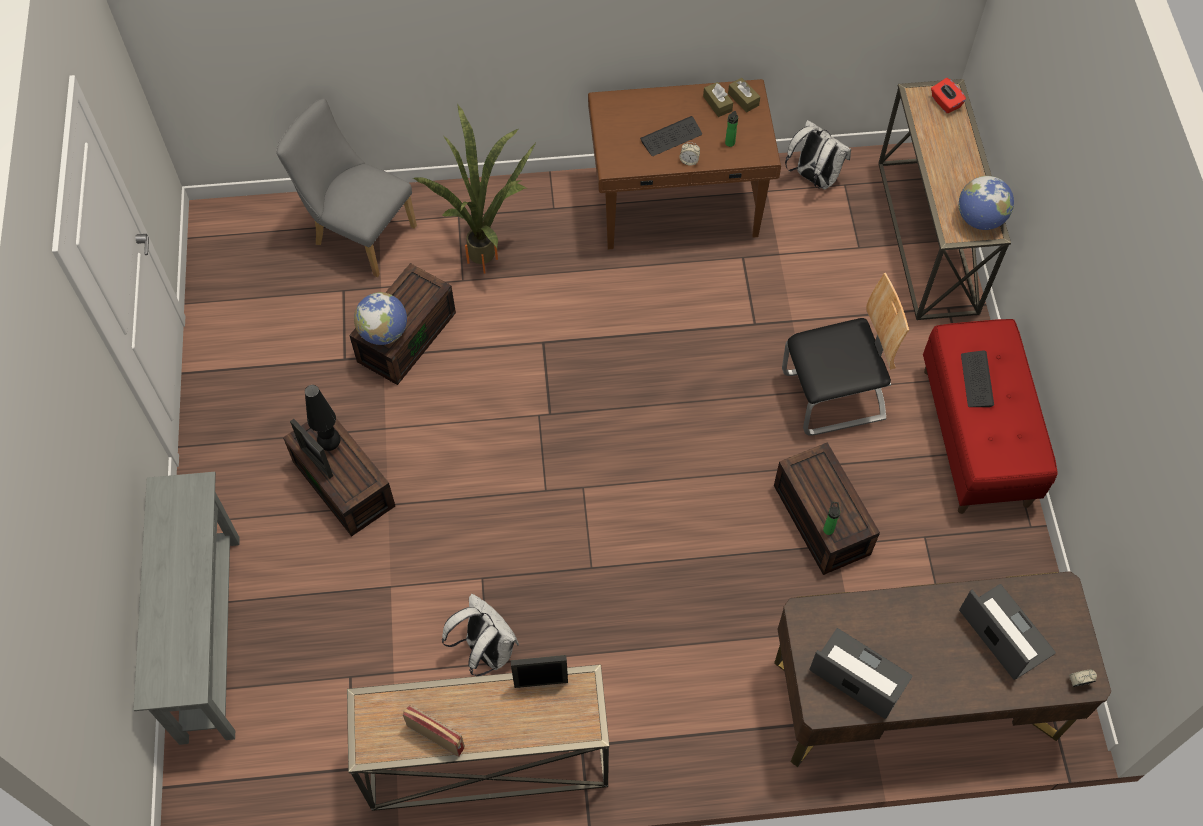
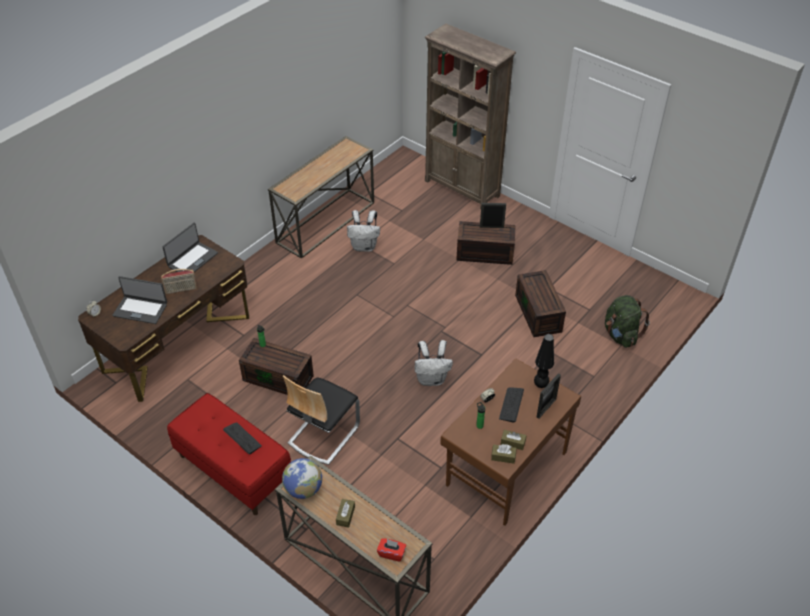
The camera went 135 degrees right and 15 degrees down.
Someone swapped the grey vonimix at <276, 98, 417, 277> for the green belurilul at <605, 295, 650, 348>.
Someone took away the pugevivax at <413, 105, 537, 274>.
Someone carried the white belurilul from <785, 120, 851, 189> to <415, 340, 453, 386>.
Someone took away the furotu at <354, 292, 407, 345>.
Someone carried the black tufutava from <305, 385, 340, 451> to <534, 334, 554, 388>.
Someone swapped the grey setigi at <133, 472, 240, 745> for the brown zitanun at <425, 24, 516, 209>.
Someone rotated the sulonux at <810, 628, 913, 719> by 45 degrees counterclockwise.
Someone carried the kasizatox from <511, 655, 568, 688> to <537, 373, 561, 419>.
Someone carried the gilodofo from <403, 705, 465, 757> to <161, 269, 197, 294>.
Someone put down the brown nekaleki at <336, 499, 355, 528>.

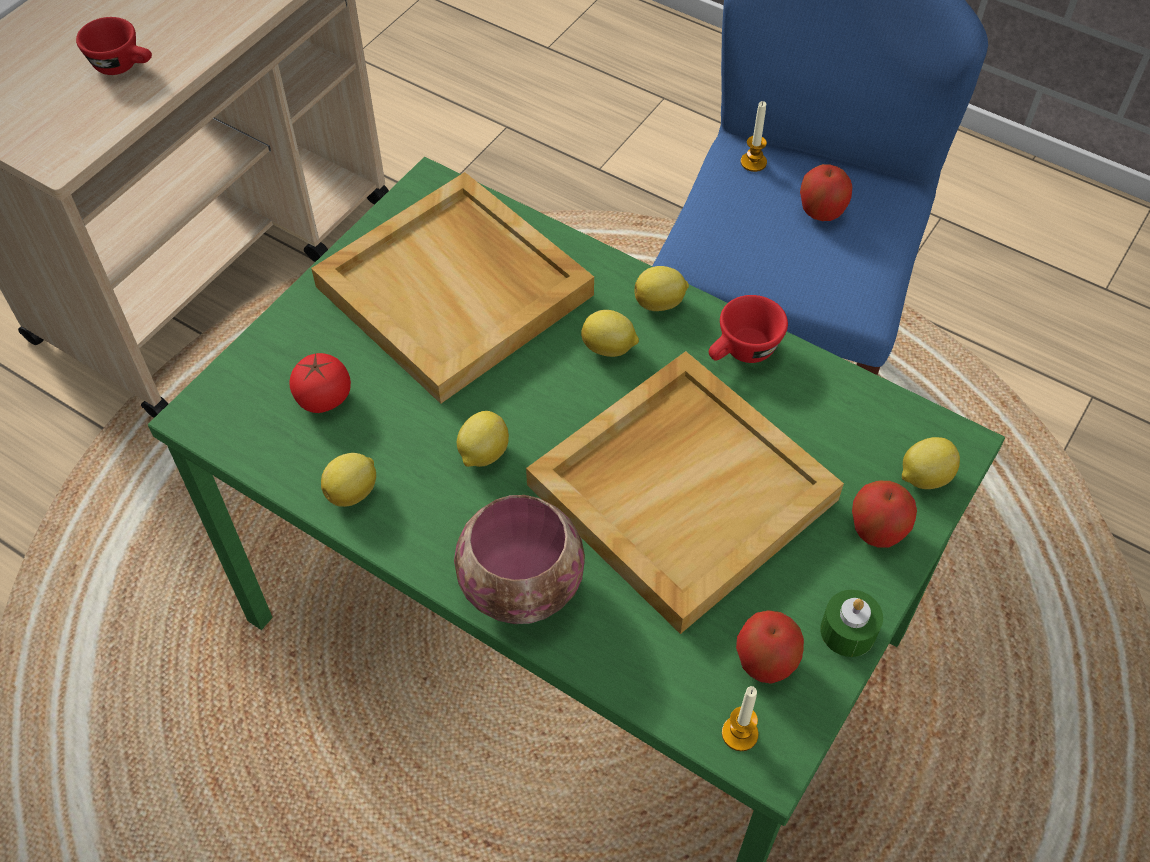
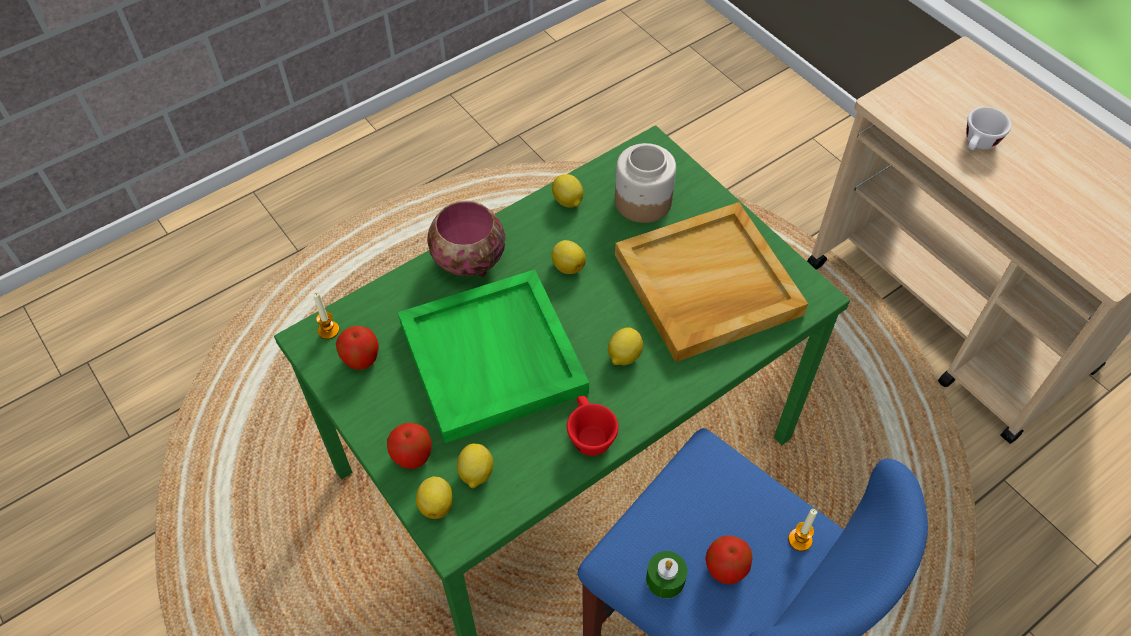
The camera went 110 degrees right and 0 degrees up.
Someone repainted the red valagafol at <76, 17, 152, 75>, which became the white valagafol at <966, 107, 1011, 150>.
Someone carried the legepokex from <635, 266, 689, 311> to <457, 443, 493, 488>.
Someone repainted the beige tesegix at <526, 351, 844, 634>, which became the green tesegix at <398, 269, 589, 443>.
Someone swapped the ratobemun at <290, 353, 351, 413> for the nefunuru at <615, 143, 676, 223>.
Someone carried the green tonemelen from <820, 590, 883, 657> to <646, 551, 687, 598>.

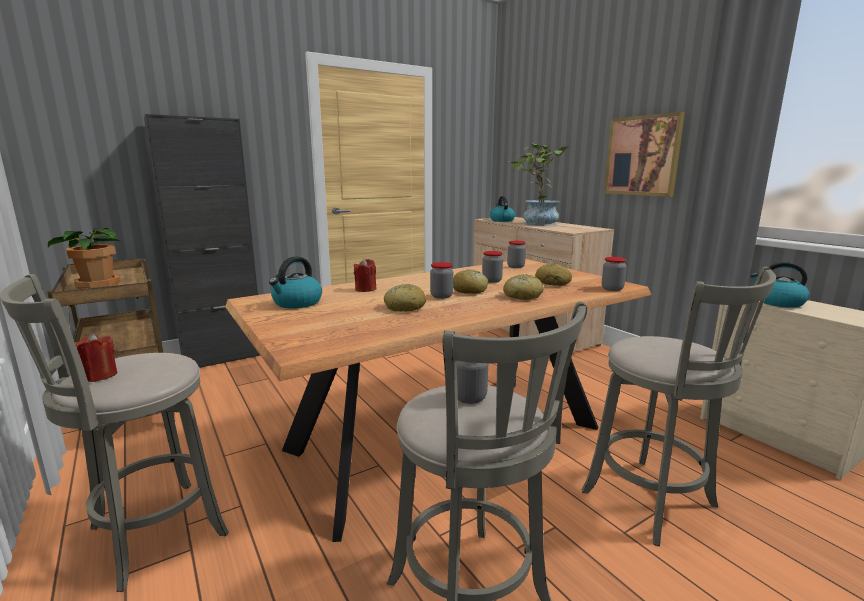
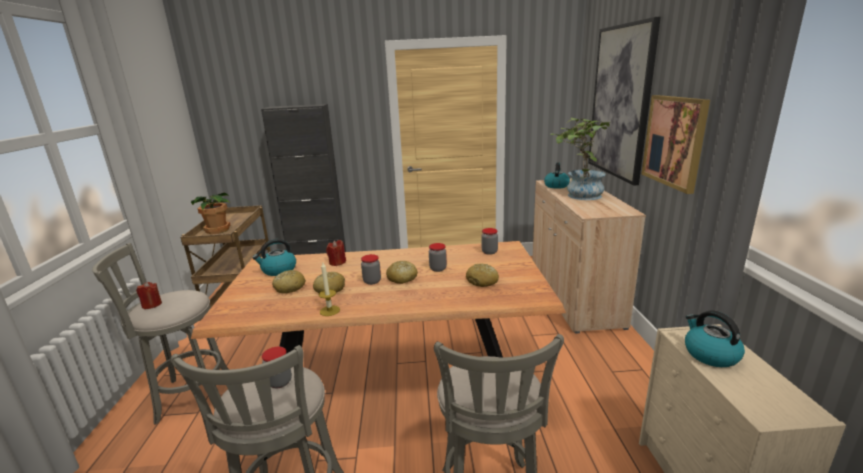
The camera went 30 degrees right and 5 degrees up.
Someone took away the nefunuru at <602, 257, 627, 291>.
Someone carried the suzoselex from <503, 274, 544, 300> to <272, 270, 306, 293>.
Someone put up the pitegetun at <588, 17, 661, 186>.
Someone put down the tonemelen at <319, 263, 340, 316>.

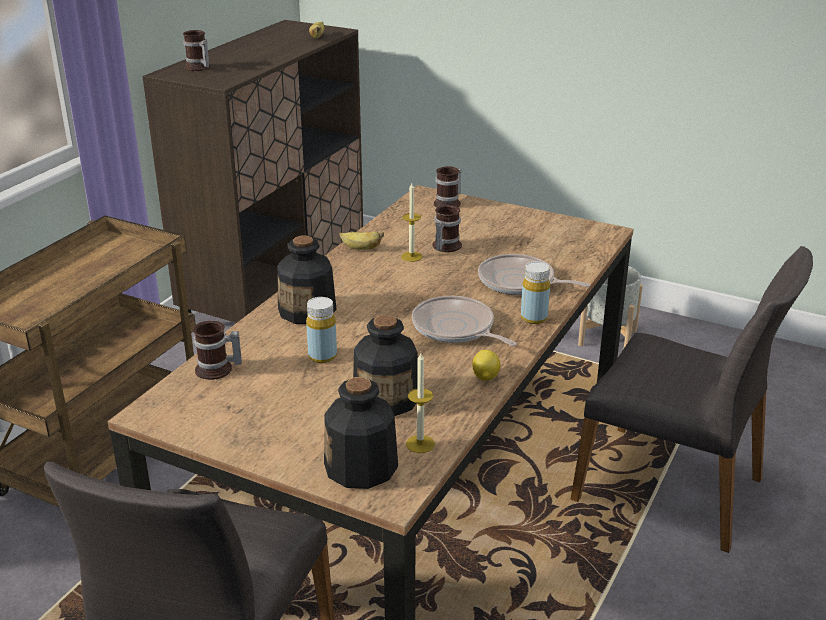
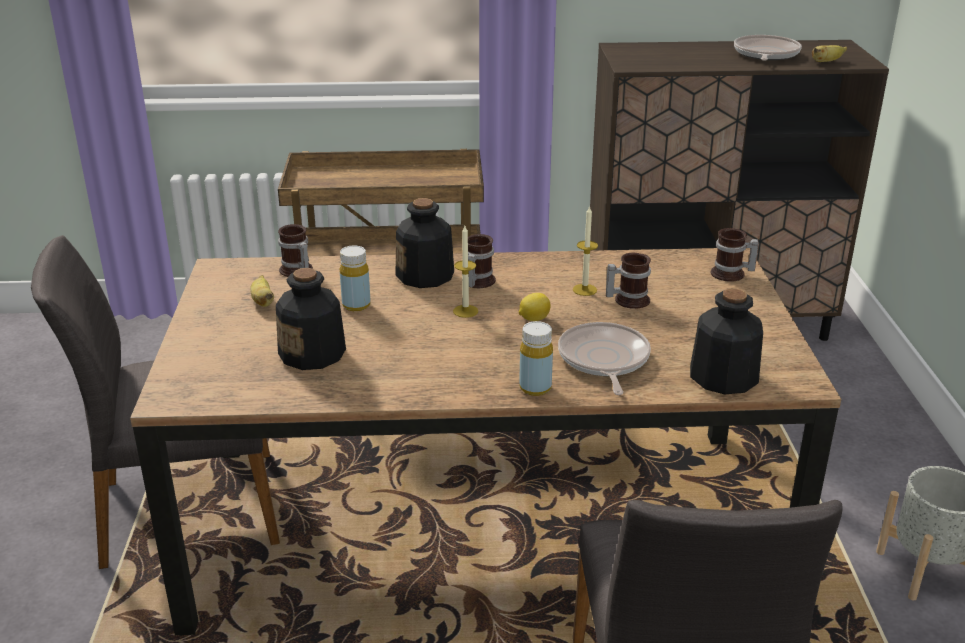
The camera went 60 degrees right and 0 degrees up.
Someone carried the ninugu from <183, 30, 211, 71> to <468, 234, 496, 288>.
Someone carried the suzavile from <340, 232, 384, 250> to <250, 275, 274, 307>.
Someone carried the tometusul from <412, 296, 517, 346> to <734, 35, 802, 60>.
Someone carried the legepokex from <472, 350, 500, 381> to <519, 293, 551, 321>.
Someone carried the tonemelen from <406, 353, 435, 453> to <453, 226, 478, 318>.
Someone carried the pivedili from <324, 377, 398, 489> to <690, 288, 763, 394>.

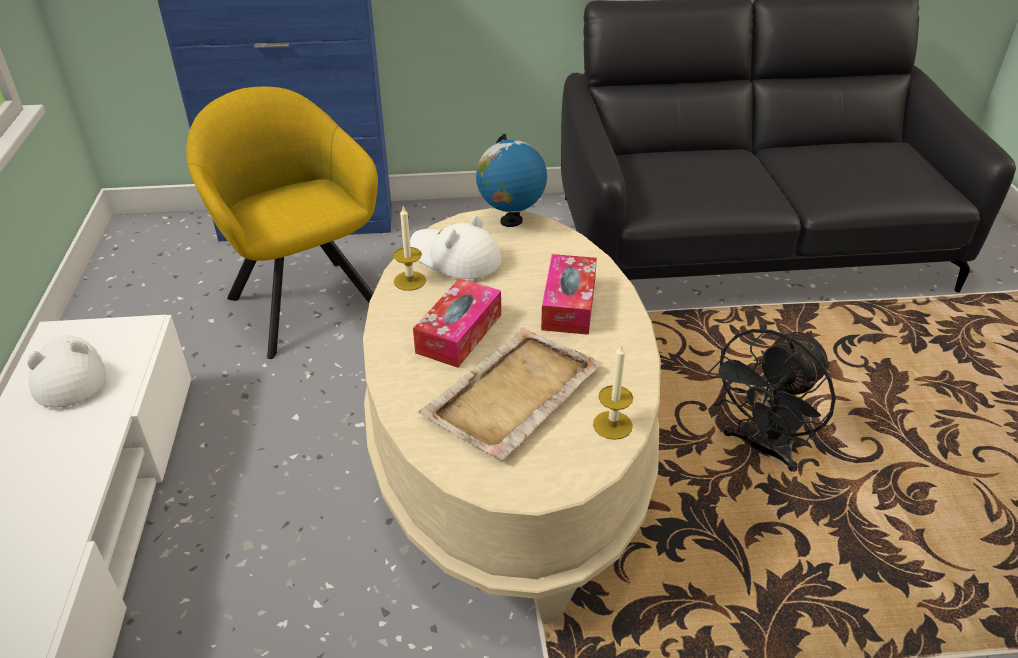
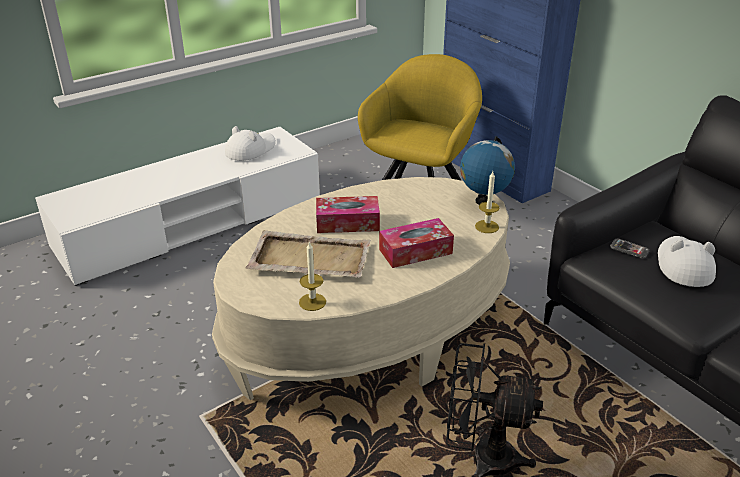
The camera went 60 degrees right and 5 degrees down.
Someone carried the tonemelen from <393, 205, 426, 291> to <475, 171, 499, 233>.
Someone carried the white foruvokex from <410, 215, 501, 279> to <658, 236, 716, 287>.
Someone put down the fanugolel at <610, 238, 649, 259>.

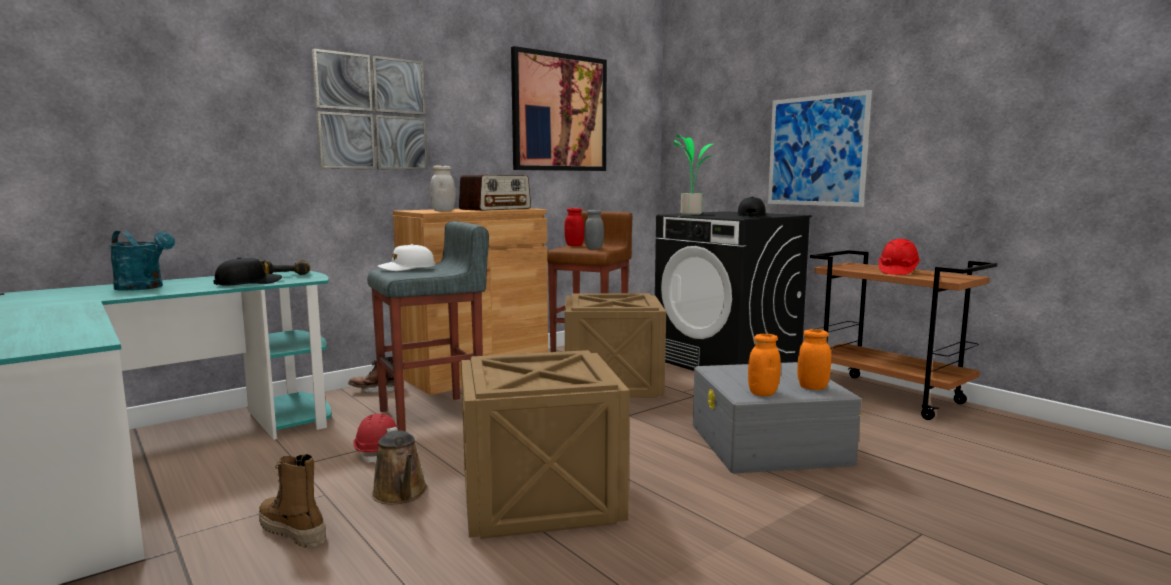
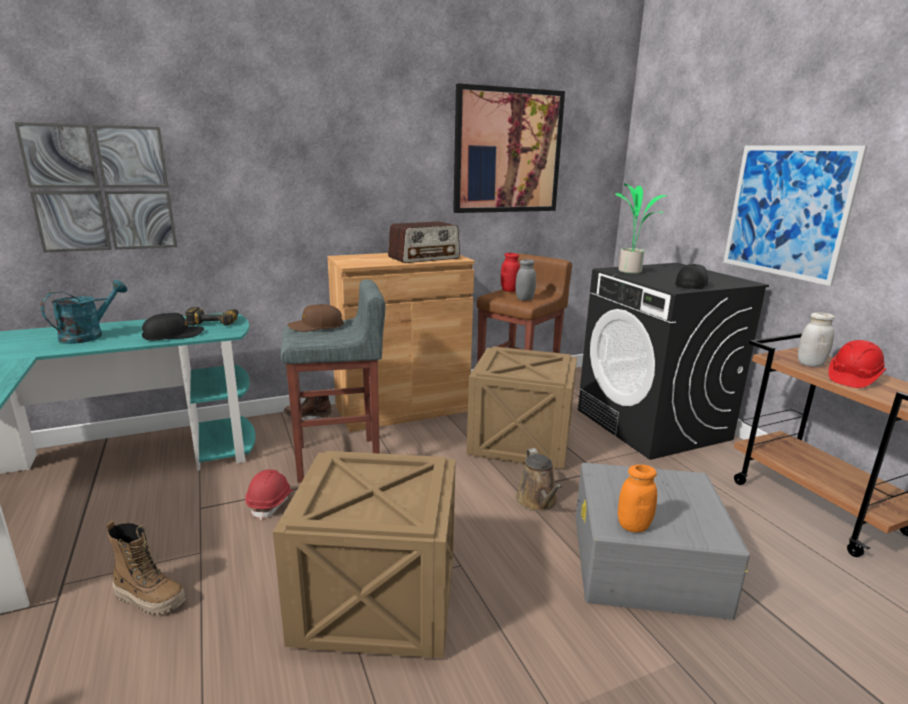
The camera went 15 degrees right and 10 degrees up.
Someone carried the pitegetun from <312, 49, 428, 170> to <14, 122, 177, 253>.
Someone carried the white nefunuru from <430, 165, 455, 211> to <798, 312, 835, 367>.
Someone rotated the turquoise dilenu at <109, 230, 175, 291> by 105 degrees counterclockwise.
Someone repainted the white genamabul at <377, 244, 435, 271>, which became the brown genamabul at <287, 304, 343, 332>.
Someone took away the orange nefunuru at <797, 329, 831, 390>.
Someone carried the brown dilenu from <372, 427, 427, 504> to <516, 448, 562, 511>.
Someone rotated the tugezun at <259, 454, 326, 548> by 150 degrees clockwise.

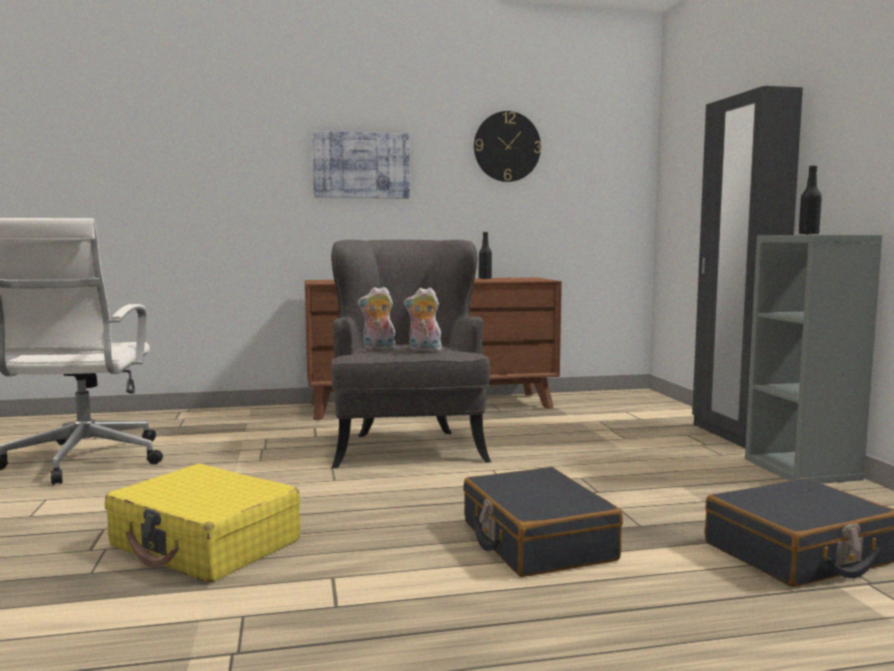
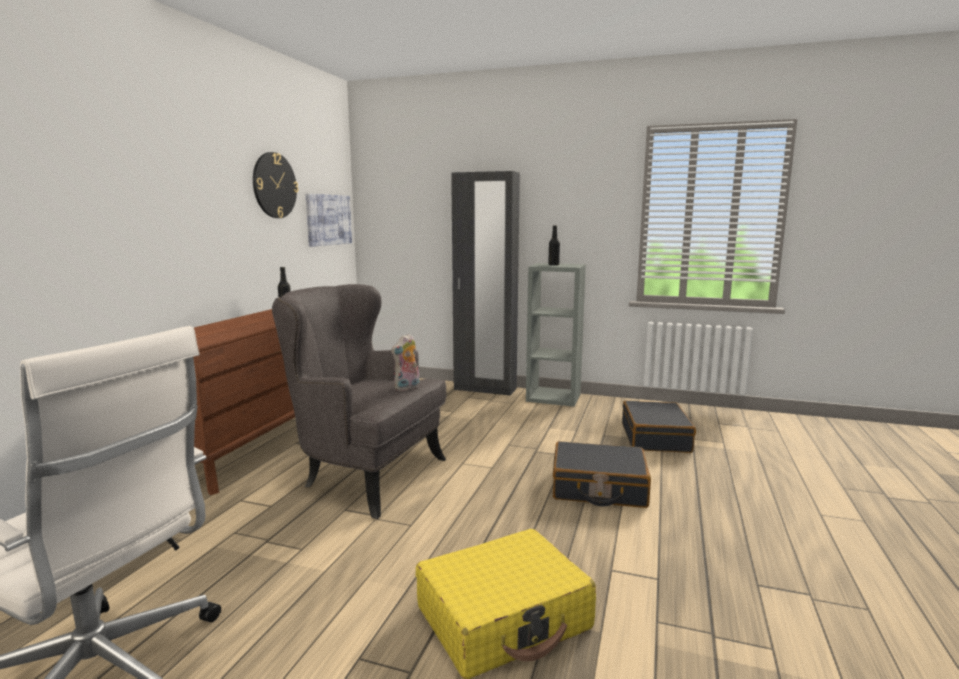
The camera went 60 degrees left and 5 degrees up.
Someone carried the pitegetun from <312, 131, 410, 199> to <306, 193, 352, 247>.
Someone took away the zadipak at <358, 287, 398, 350>.

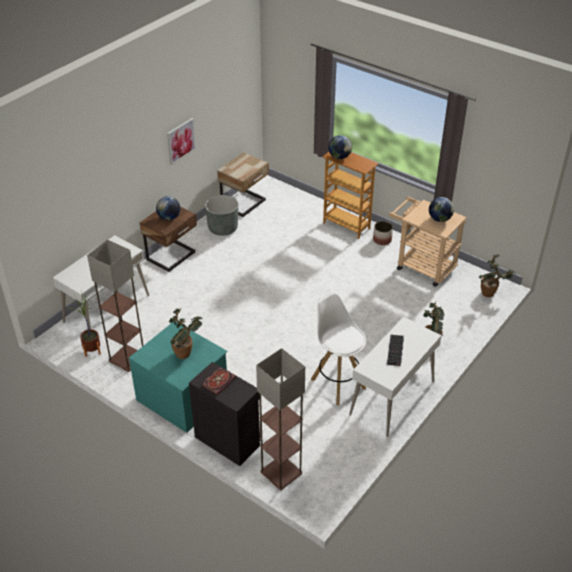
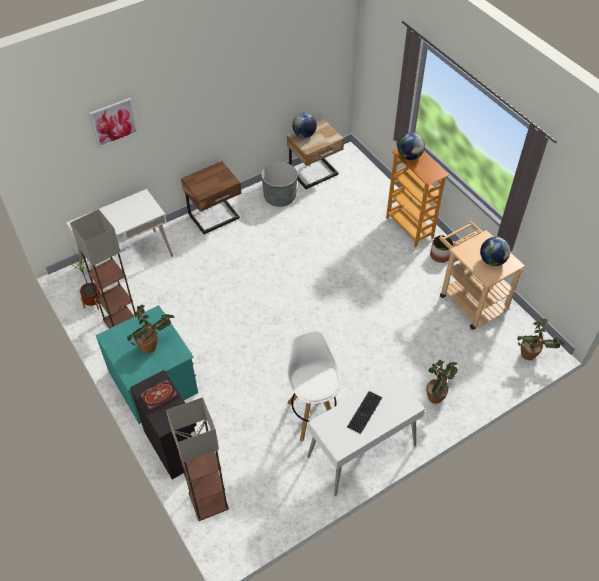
The camera went 20 degrees right and 10 degrees up.
Someone carried the pitegetun from <167, 118, 196, 165> to <89, 98, 138, 148>.
Someone carried the furotu from <156, 196, 180, 221> to <292, 113, 317, 138>.

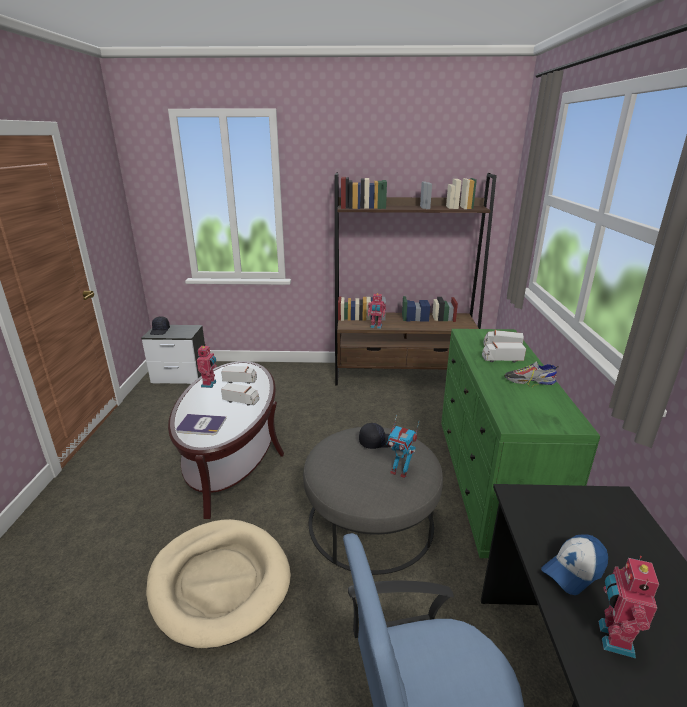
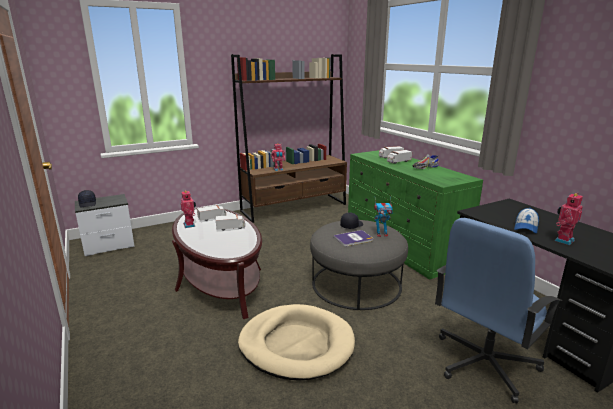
The camera went 30 degrees left and 5 degrees down.
Someone carried the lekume from <176, 414, 226, 435> to <334, 230, 373, 246>.
Someone rotated the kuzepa at <598, 556, 659, 658> by 60 degrees clockwise.

